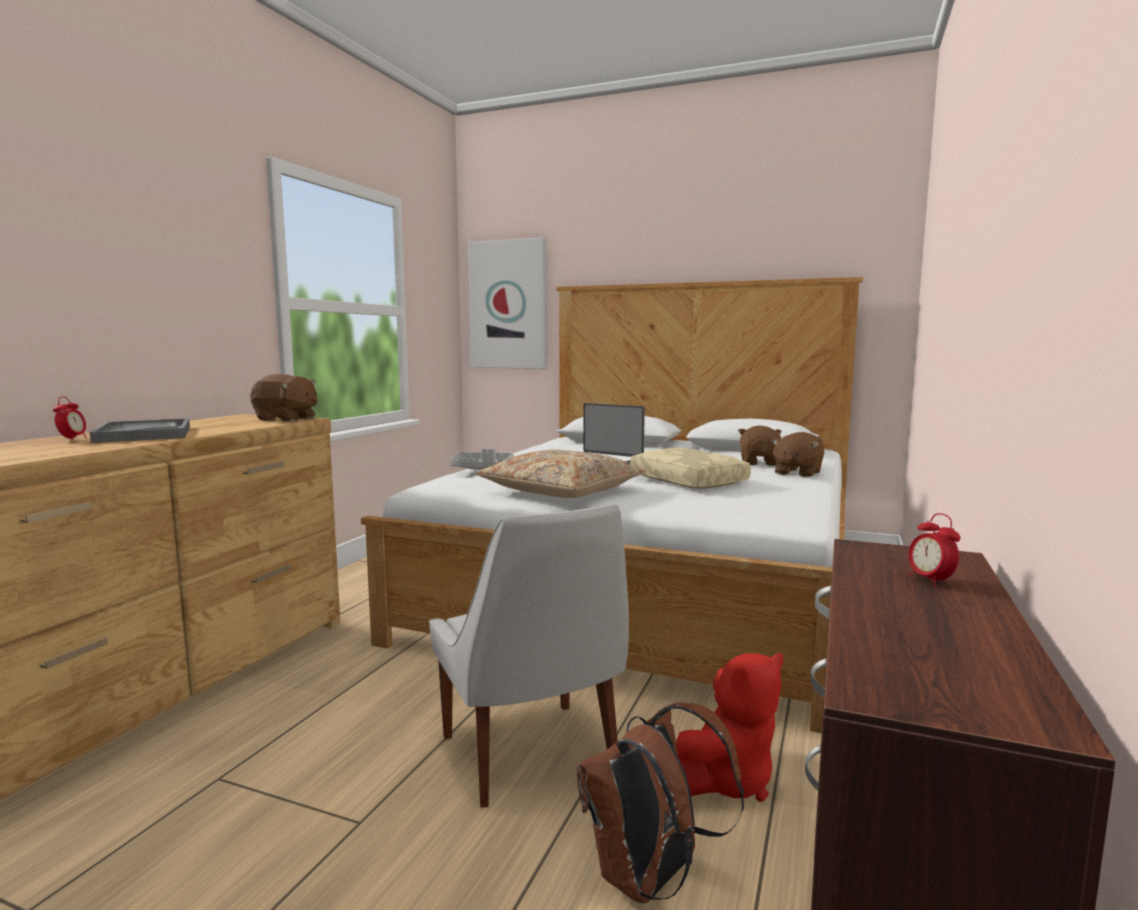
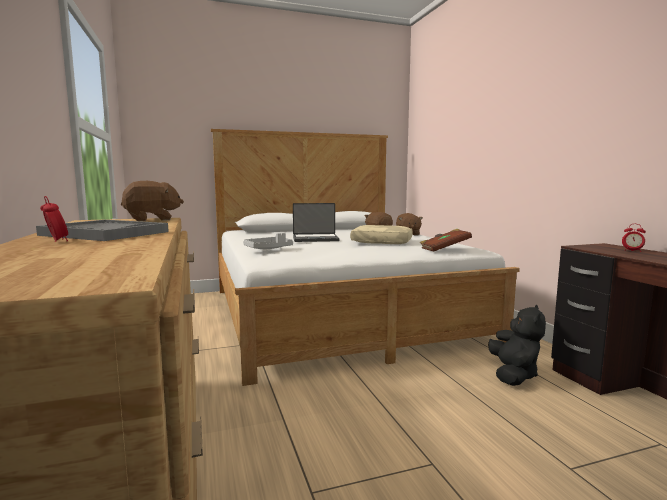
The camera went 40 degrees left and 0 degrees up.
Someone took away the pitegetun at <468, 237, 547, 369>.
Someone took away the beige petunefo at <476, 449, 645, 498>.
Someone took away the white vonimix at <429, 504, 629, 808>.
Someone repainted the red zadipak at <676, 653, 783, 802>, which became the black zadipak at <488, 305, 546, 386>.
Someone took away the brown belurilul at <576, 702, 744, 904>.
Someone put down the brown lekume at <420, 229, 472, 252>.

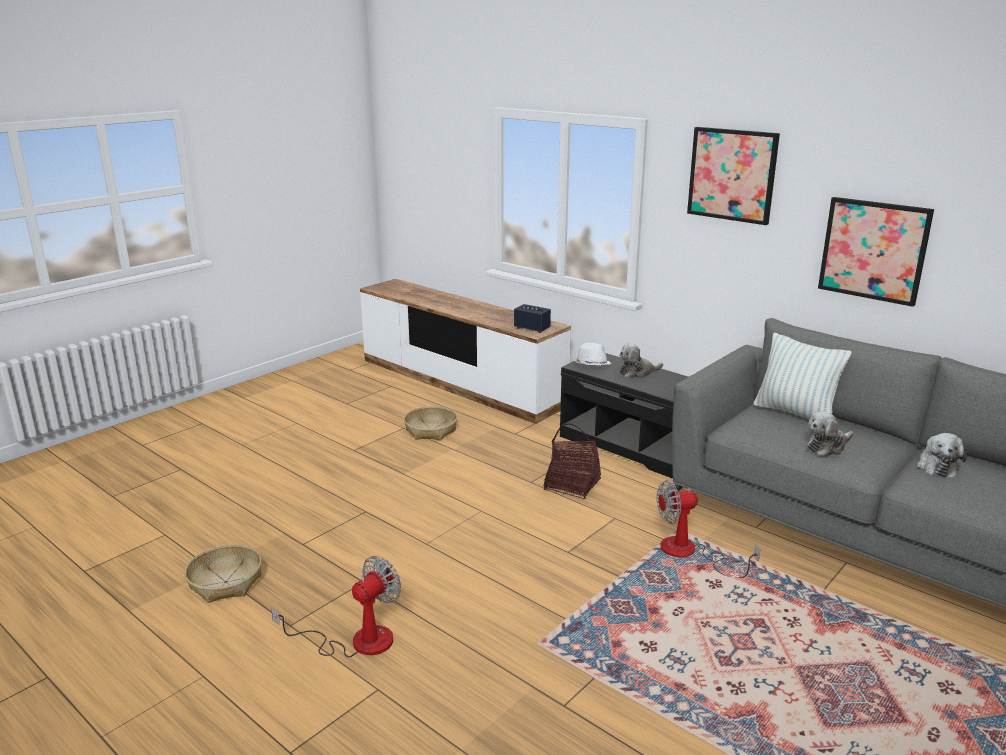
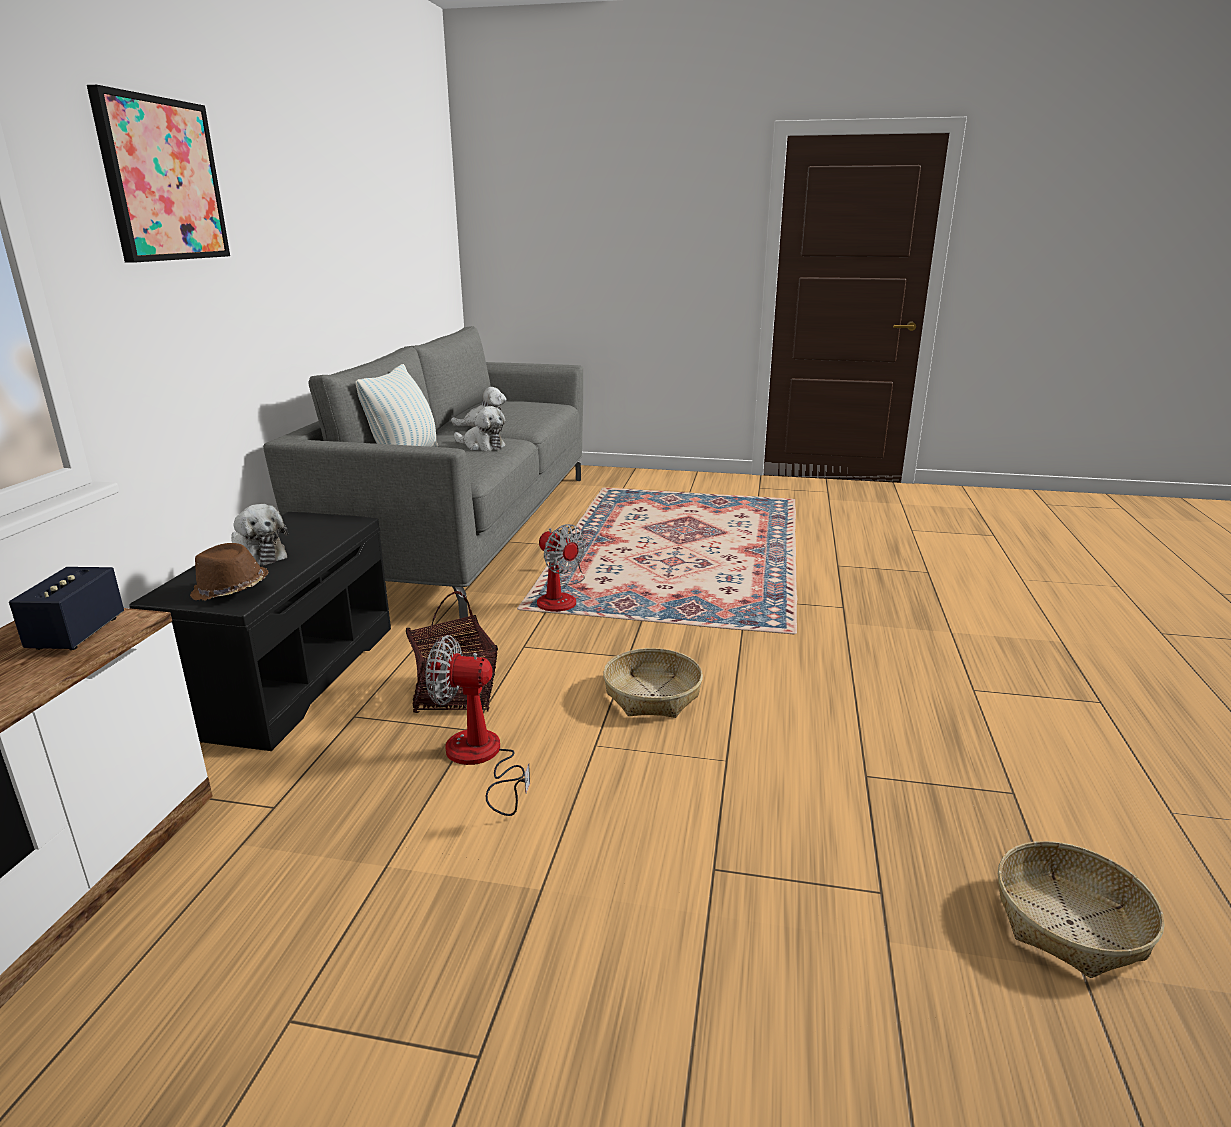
The camera went 120 degrees left and 0 degrees up.
Someone took away the pitegetun at <818, 197, 934, 307>.
Someone repainted the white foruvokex at <574, 343, 611, 366>, which became the brown foruvokex at <190, 543, 268, 601>.
Someone carried the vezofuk from <404, 406, 457, 440> to <603, 648, 703, 718>.
Someone carried the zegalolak from <271, 556, 401, 658> to <426, 635, 530, 816>.

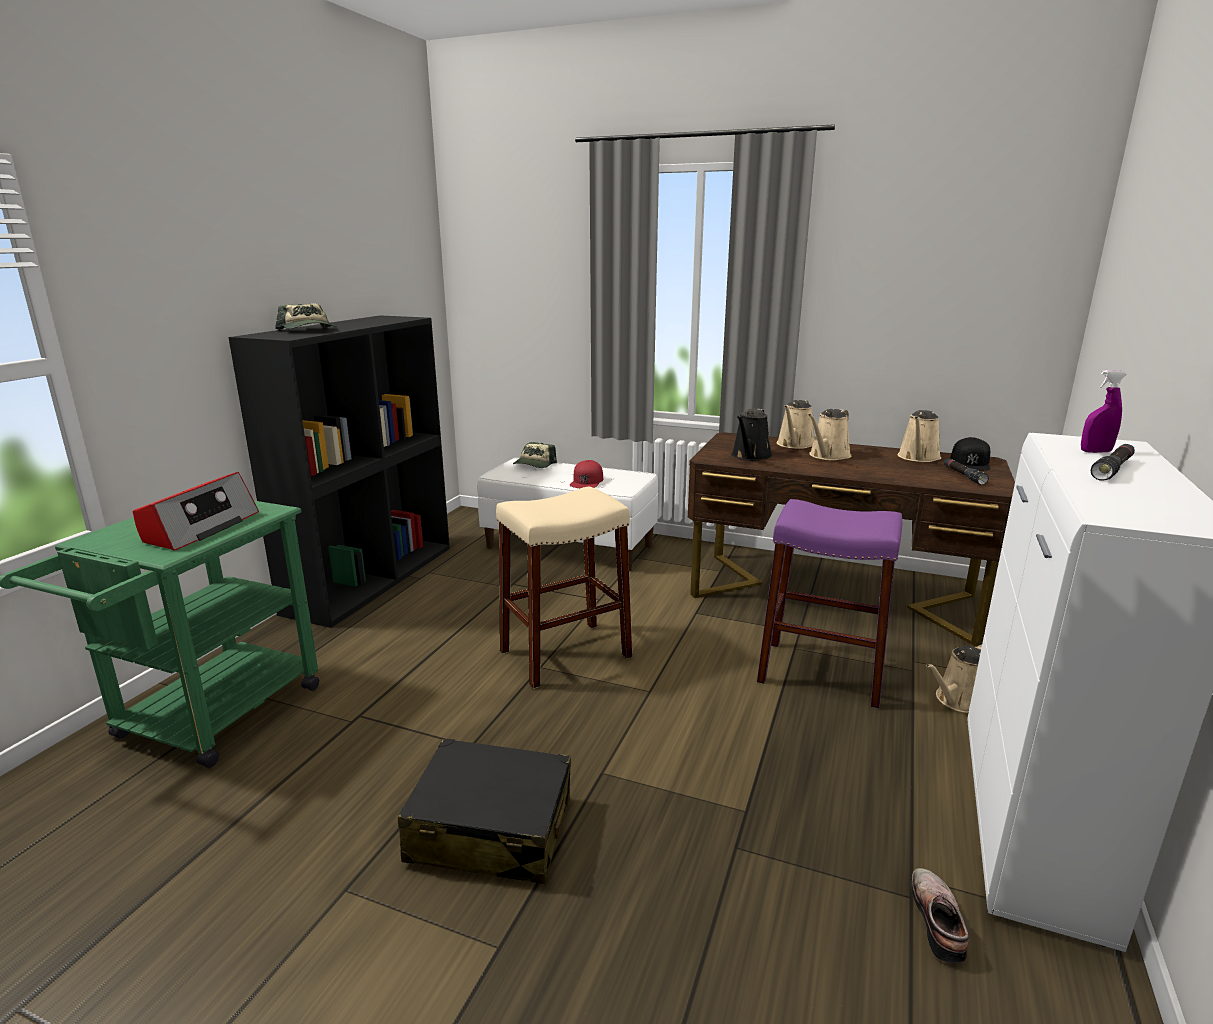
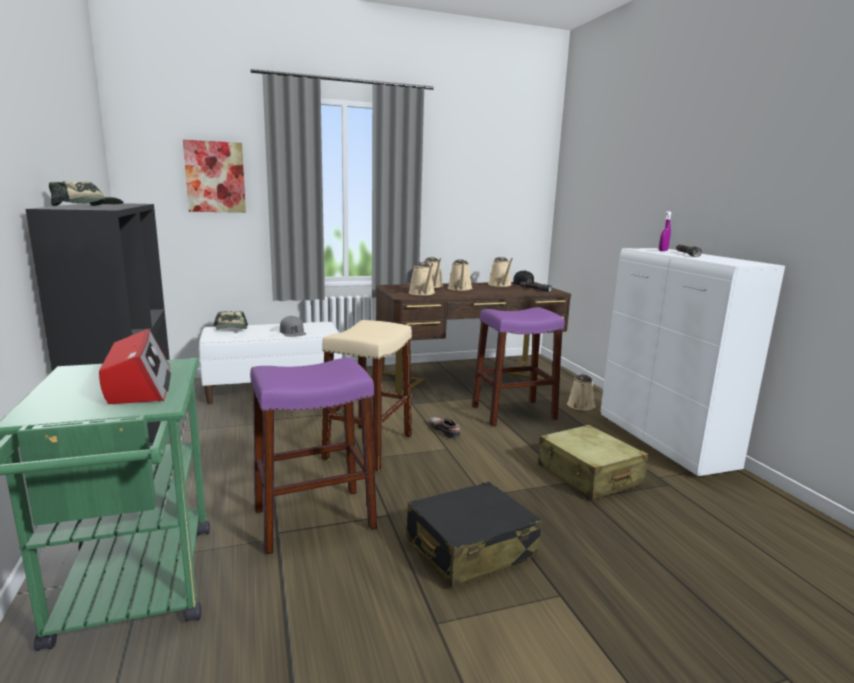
The camera went 40 degrees left and 5 degrees down.
Someone repainted the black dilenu at <731, 409, 772, 461>, which became the beige dilenu at <409, 262, 435, 295>.
Someone repainted the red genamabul at <570, 460, 603, 488>, which became the grey genamabul at <280, 316, 306, 337>.
Someone carried the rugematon from <910, 868, 969, 963> to <429, 417, 460, 439>.
Someone put up the pitegetun at <183, 140, 246, 213>.
Someone put down the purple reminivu at <250, 358, 377, 554>.
Someone put down the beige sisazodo at <538, 425, 648, 500>.

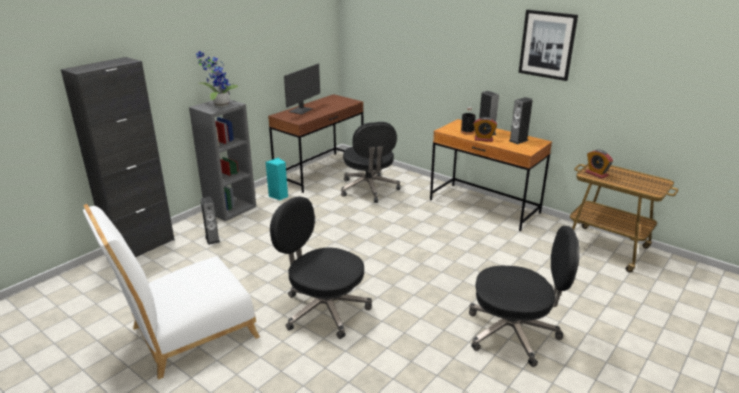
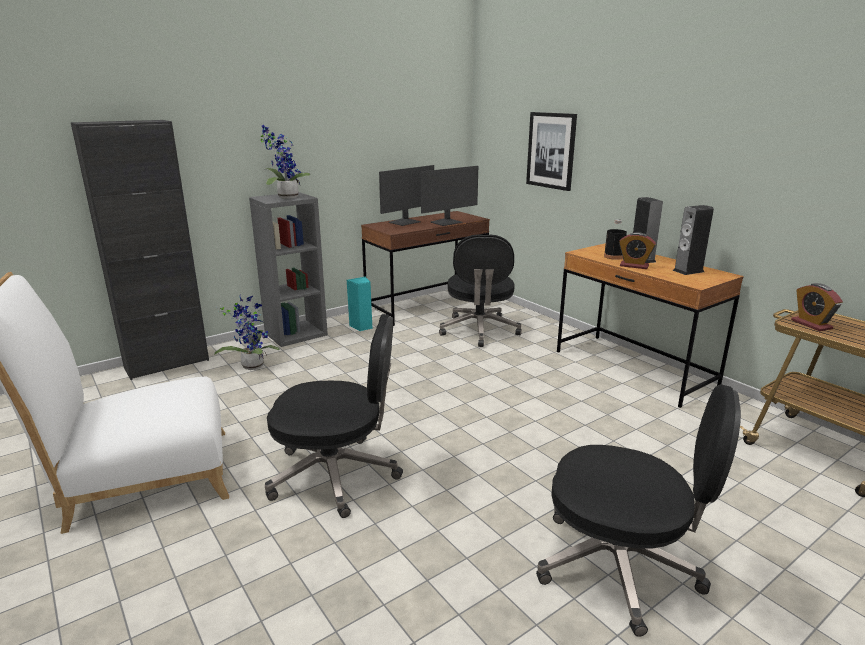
The camera went 15 degrees right and 5 degrees down.
Someone carried the pitegetun from <519, 10, 578, 81> to <526, 112, 577, 191>.
Someone rotated the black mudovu at <270, 196, 372, 339> by 135 degrees clockwise.
Someone swapped the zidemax at <200, 197, 220, 245> for the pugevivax at <214, 295, 280, 370>.
Someone put down the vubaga at <421, 166, 478, 226>.

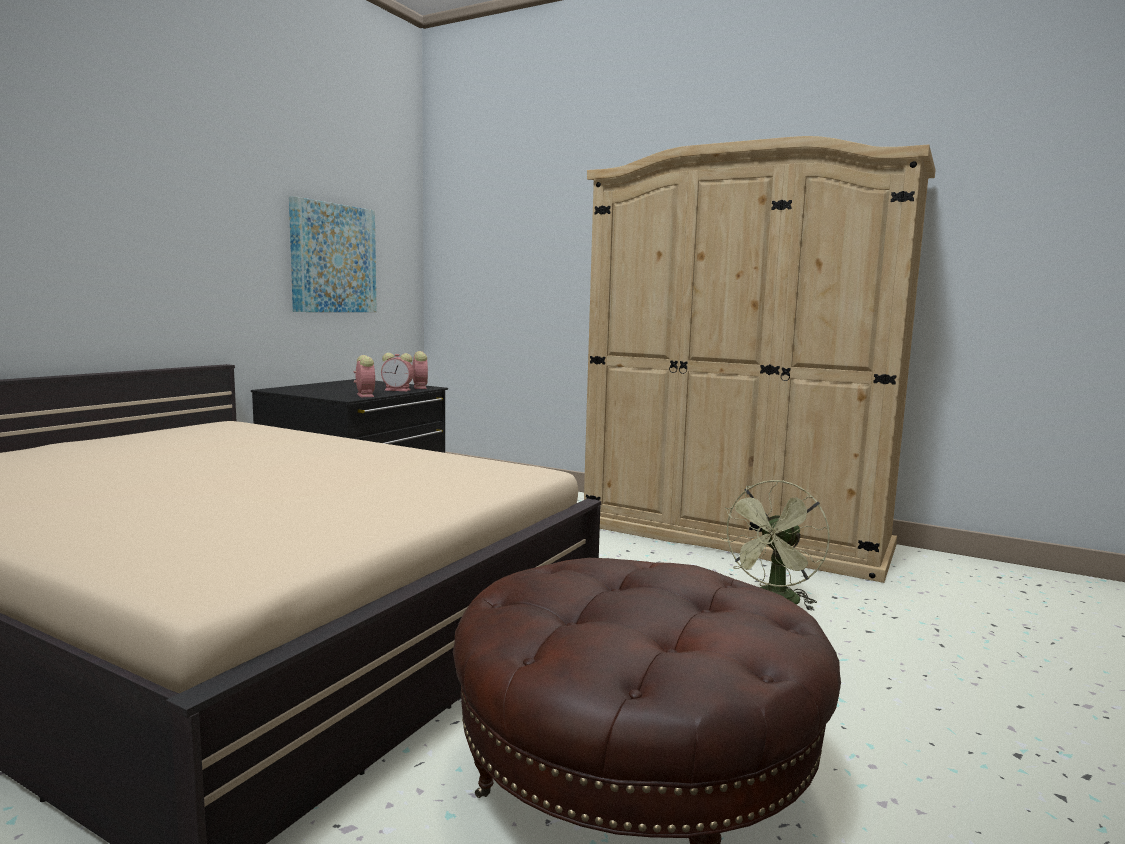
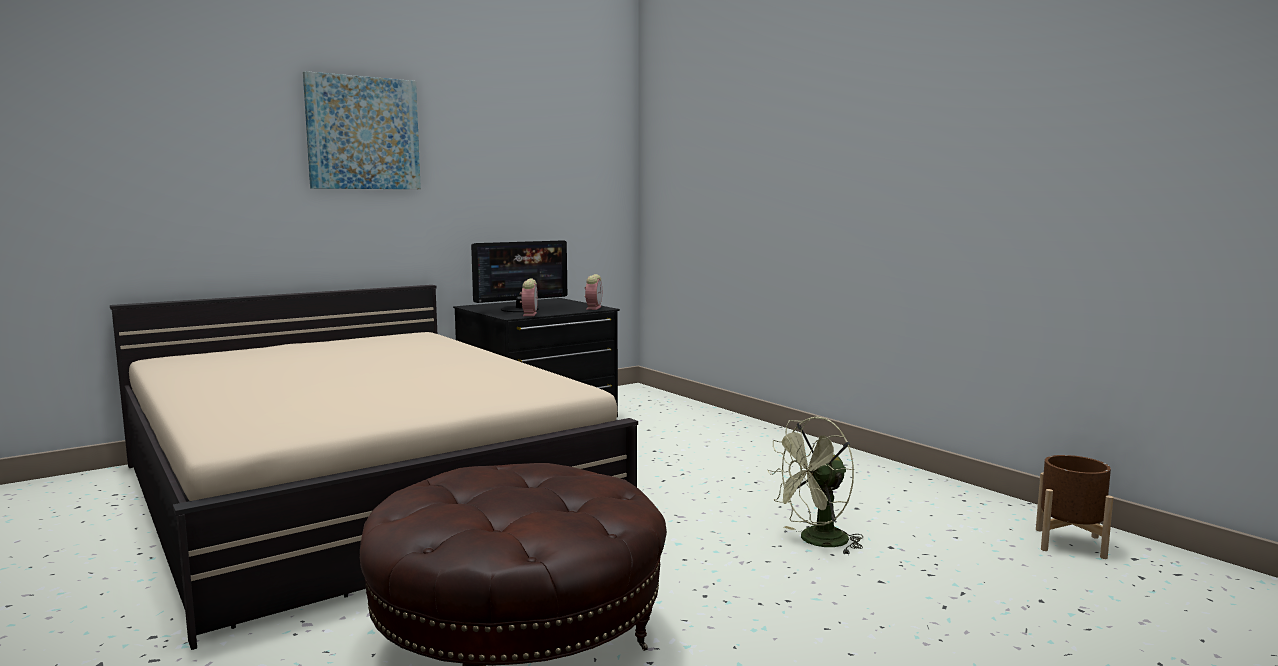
The camera went 25 degrees right and 0 degrees up.
Someone took away the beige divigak at <584, 136, 936, 583>.
Someone carried the pitegetun from <289, 196, 377, 312> to <303, 71, 421, 189>.
Someone took away the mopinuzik at <381, 353, 414, 391>.
Someone put down the vubaga at <471, 240, 567, 312>.
Someone put down the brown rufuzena at <1036, 455, 1114, 559>.

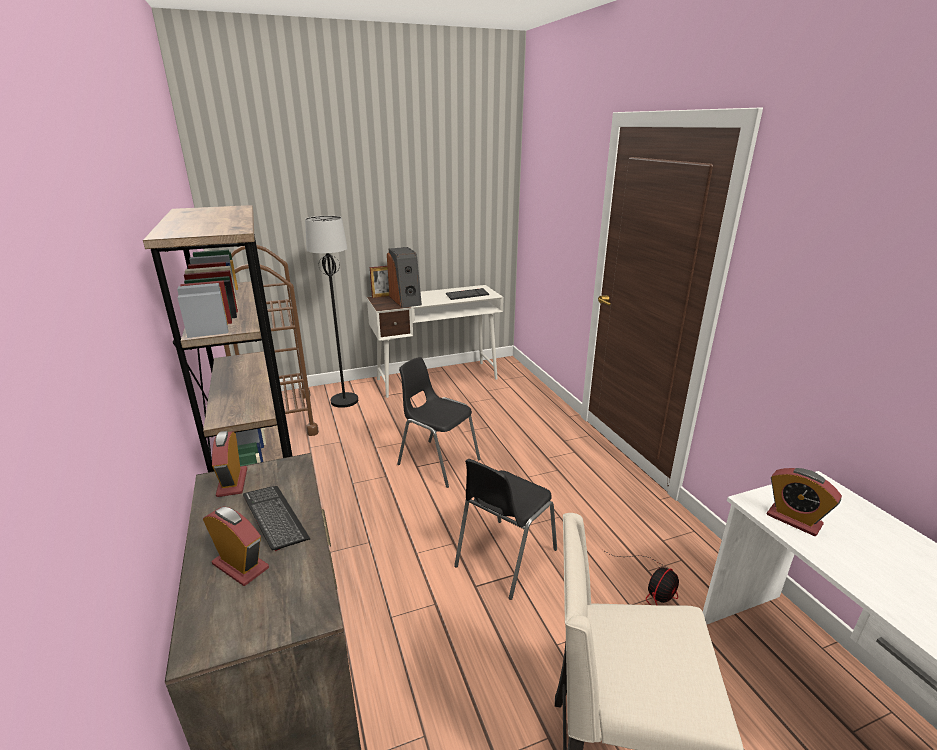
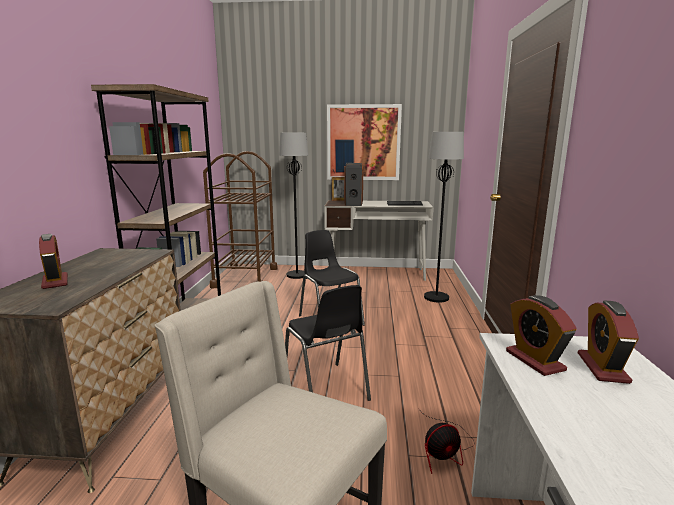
The camera went 25 degrees right and 10 degrees down.
Someone carried the mopinuzik from <212, 431, 247, 497> to <578, 300, 639, 384>.
Someone rotated the black vonimix at <454, 459, 557, 600> by 90 degrees counterclockwise.
Someone took away the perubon at <243, 486, 310, 551>.
Someone put up the pitegetun at <327, 104, 402, 180>.
Someone put down the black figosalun at <424, 132, 464, 303>.

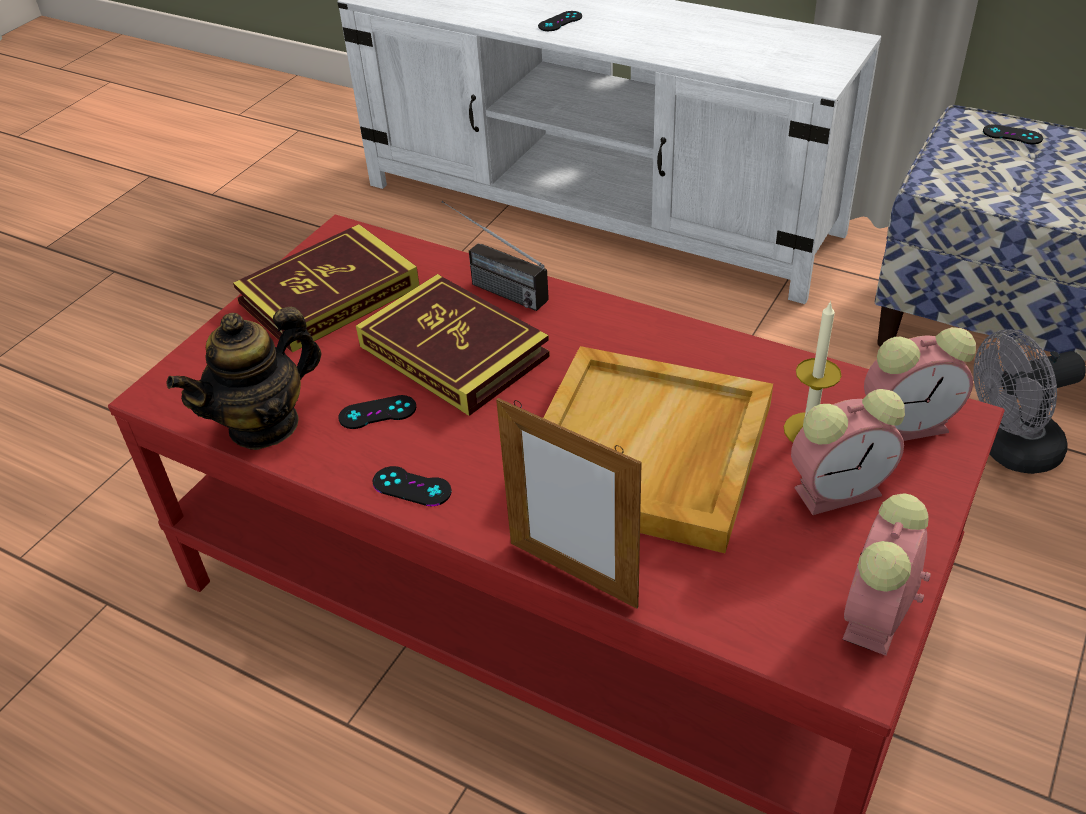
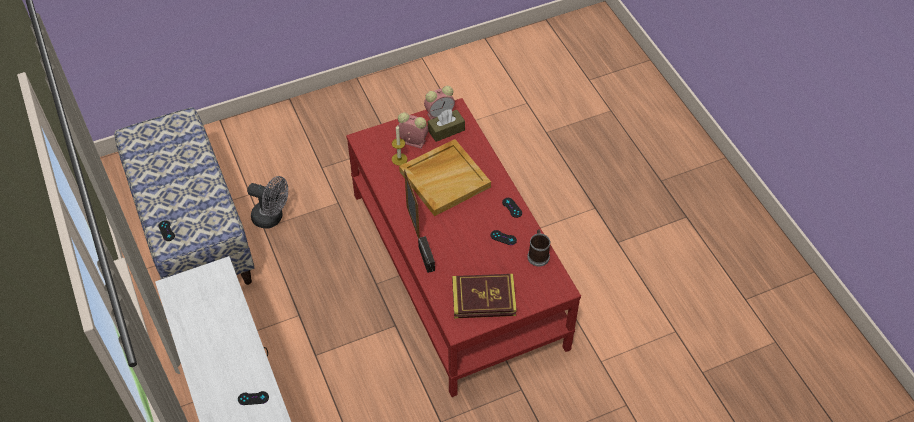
The camera went 145 degrees left and 10 degrees up.
Someone took away the lekume at <356, 274, 550, 416>.
Someone swapped the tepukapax at <166, 307, 321, 450> for the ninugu at <527, 230, 551, 267>.
Someone took away the mopinuzik at <864, 327, 976, 441>.
Someone carried the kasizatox from <496, 398, 642, 609> to <404, 169, 420, 239>.
Someone put down the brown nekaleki at <428, 109, 465, 142>.

